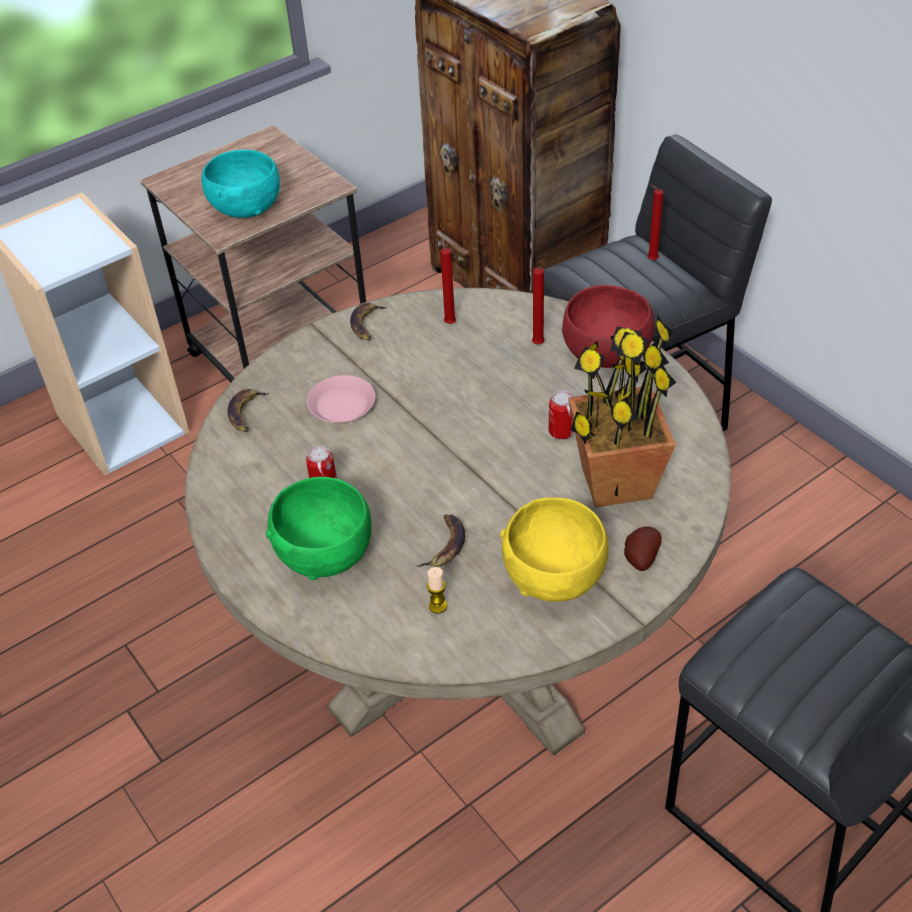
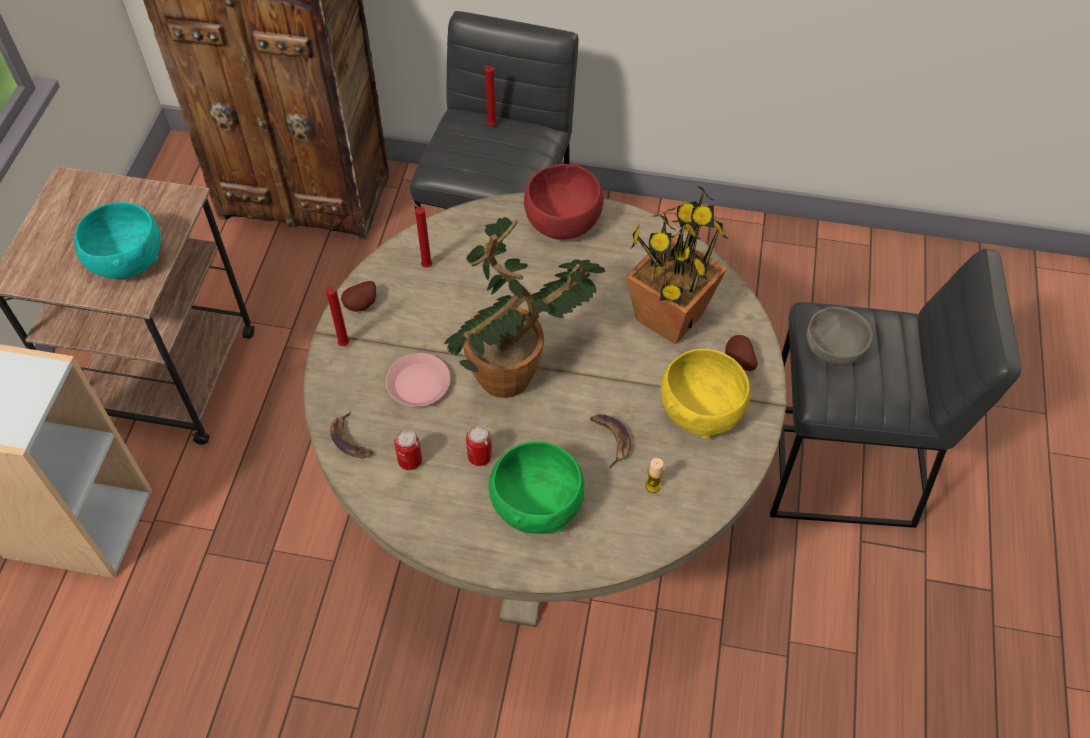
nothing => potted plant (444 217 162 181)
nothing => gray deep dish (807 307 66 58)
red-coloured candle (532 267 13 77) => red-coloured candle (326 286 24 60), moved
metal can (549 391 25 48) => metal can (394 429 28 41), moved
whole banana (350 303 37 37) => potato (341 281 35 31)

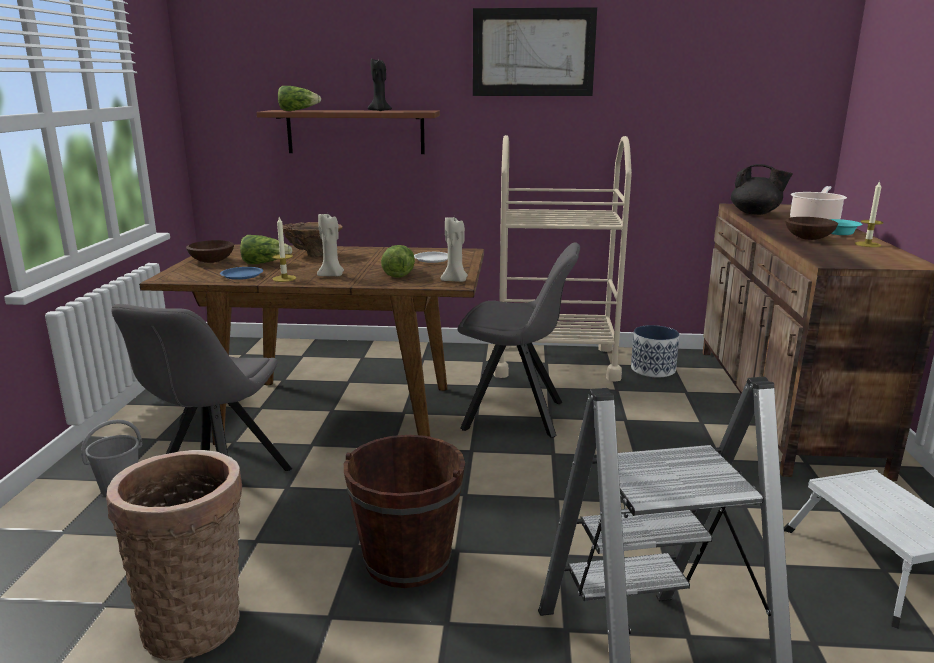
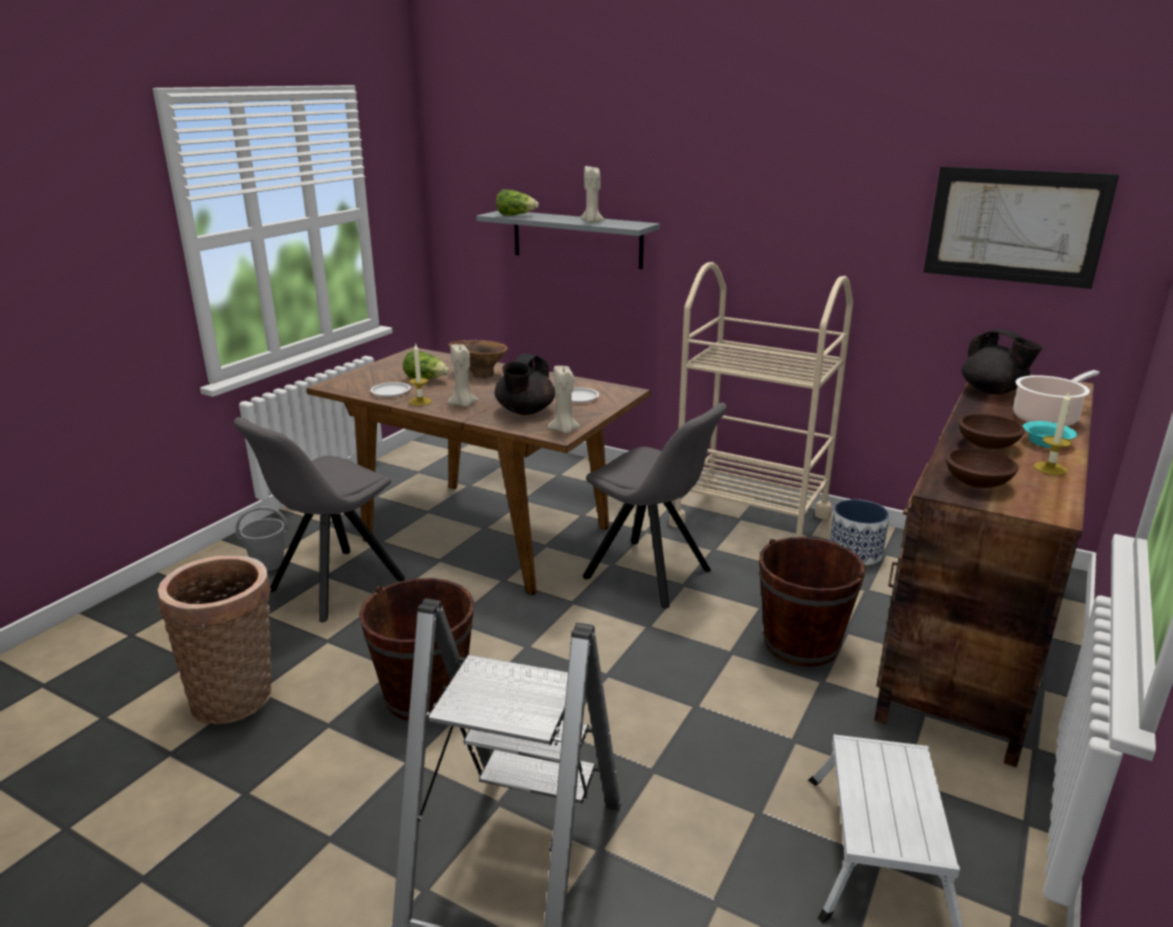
nothing => brown-coloured pail (759 537 106 130)
brown-coloured deep dish (186 240 48 23) => brown-coloured deep dish (946 448 73 40), moved
picture (473 7 124 89) => picture (923 166 196 123), moved
lettuce (381 245 34 33) => blackish pot for tea (494 353 61 62)
blue flat dish (220 267 43 13) => whitish flat dish (370 382 41 15)
brown-coloured wall shelf (257 110 183 44) => gray wall shelf (476 211 184 58)
blackish candle (368 58 24 53) => beige-coloured candle (580 164 25 59)

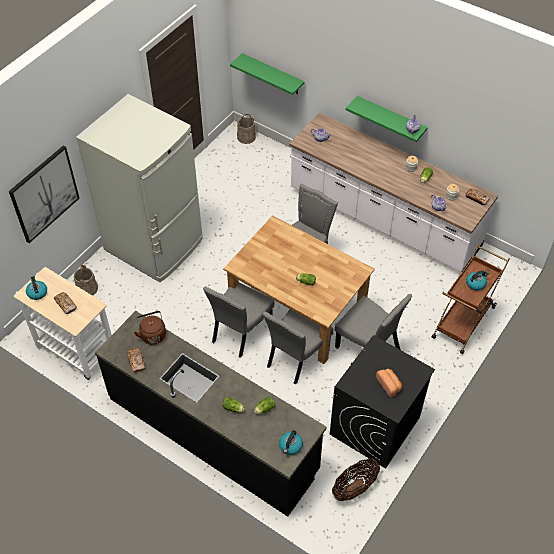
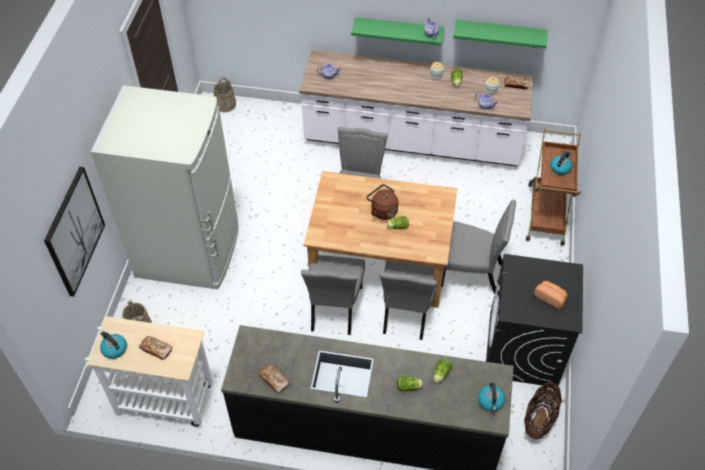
brown-coloured water kettle (134 311 32 34) => brown-coloured water kettle (366 184 32 36), moved
greenish wall shelf (230 53 74 42) => greenish wall shelf (453 20 95 29), moved

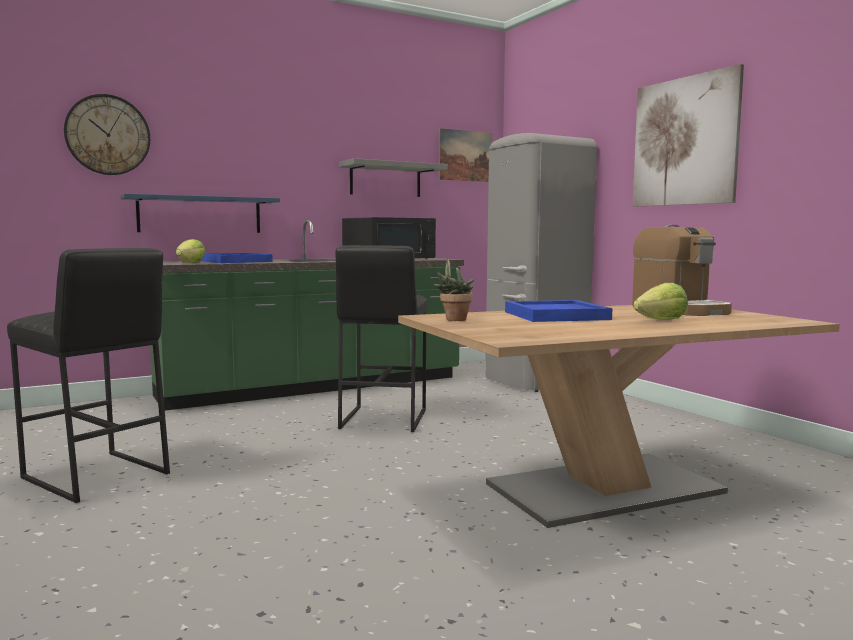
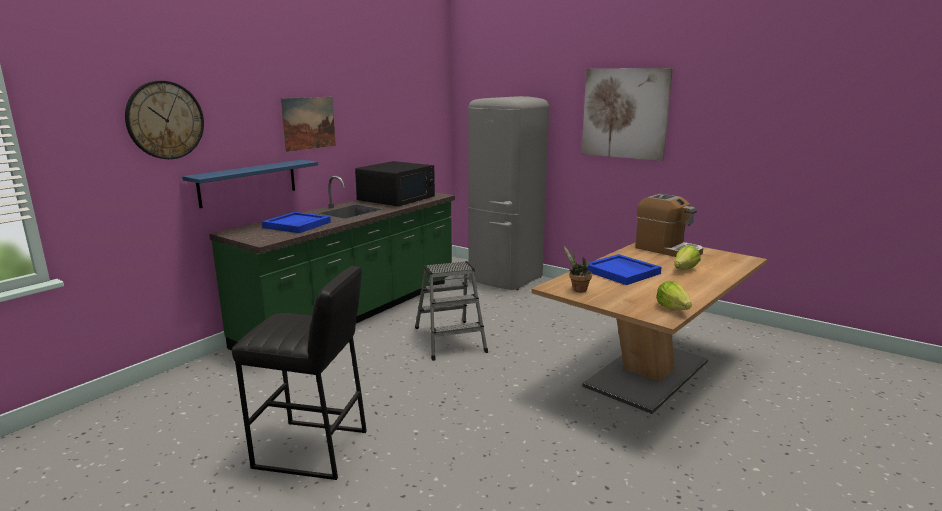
gray wall shelf (339 158 109 39) => nothing
lettuce (176 239 30 24) => lettuce (656 281 36 29), moved
picture (439 128 53 54) => picture (281 97 55 55), moved
blackish stool (335 245 93 187) => gray step ladder (415 261 73 100)

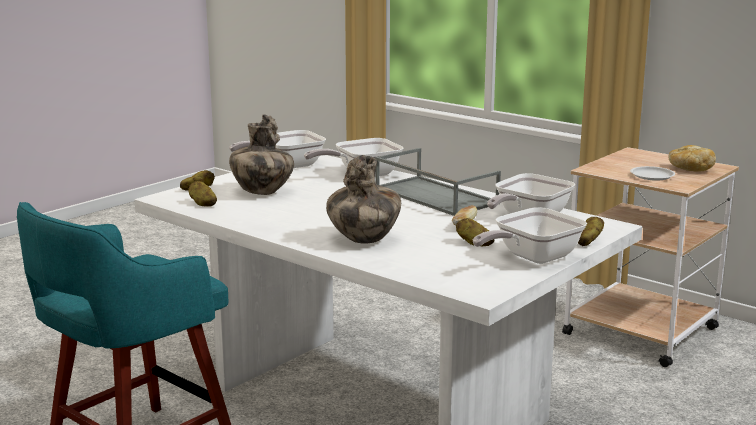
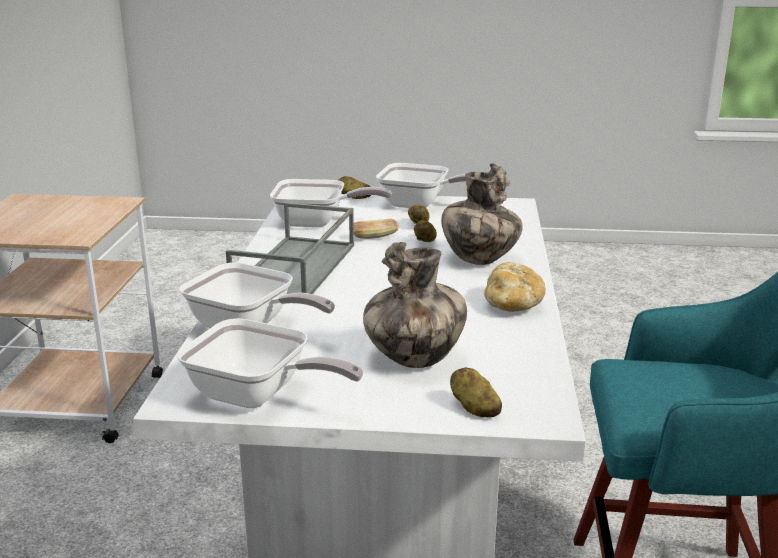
whitish flat dish (630 166 45 14) => nothing
potato (188 181 29 26) => potato (414 220 23 22), moved
bread (668 145 48 27) => bread (484 262 62 50), moved

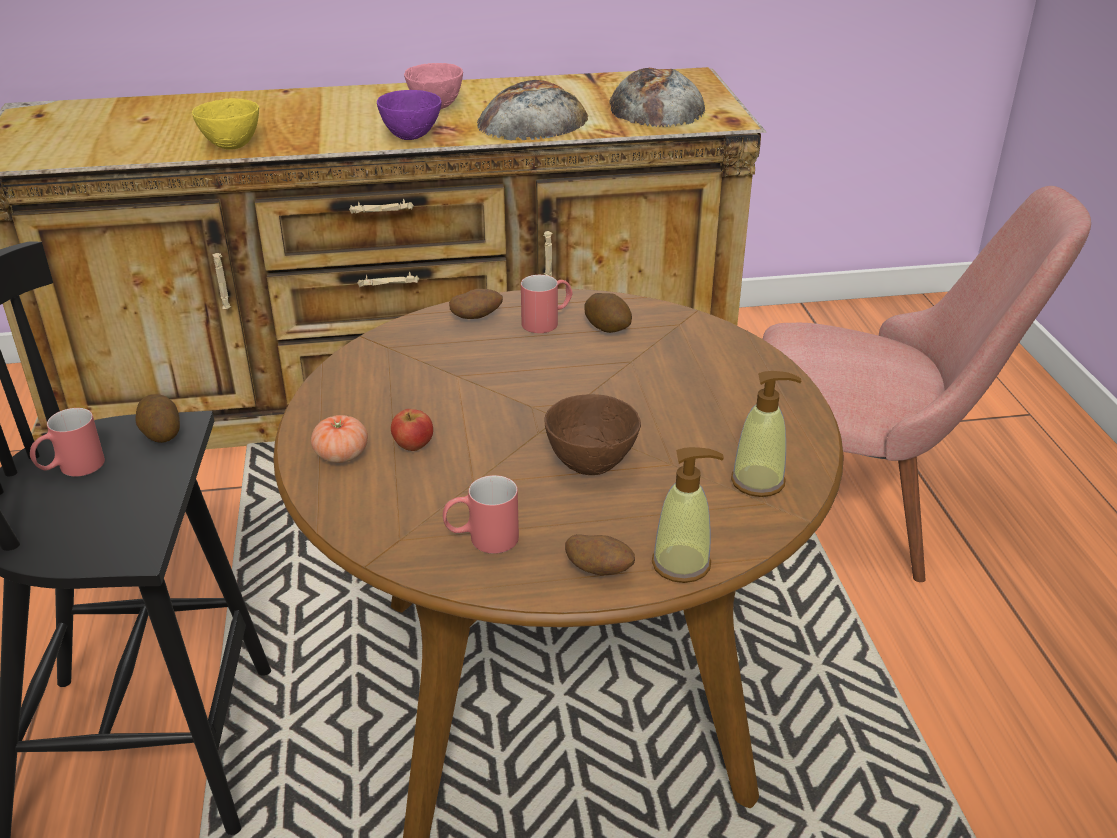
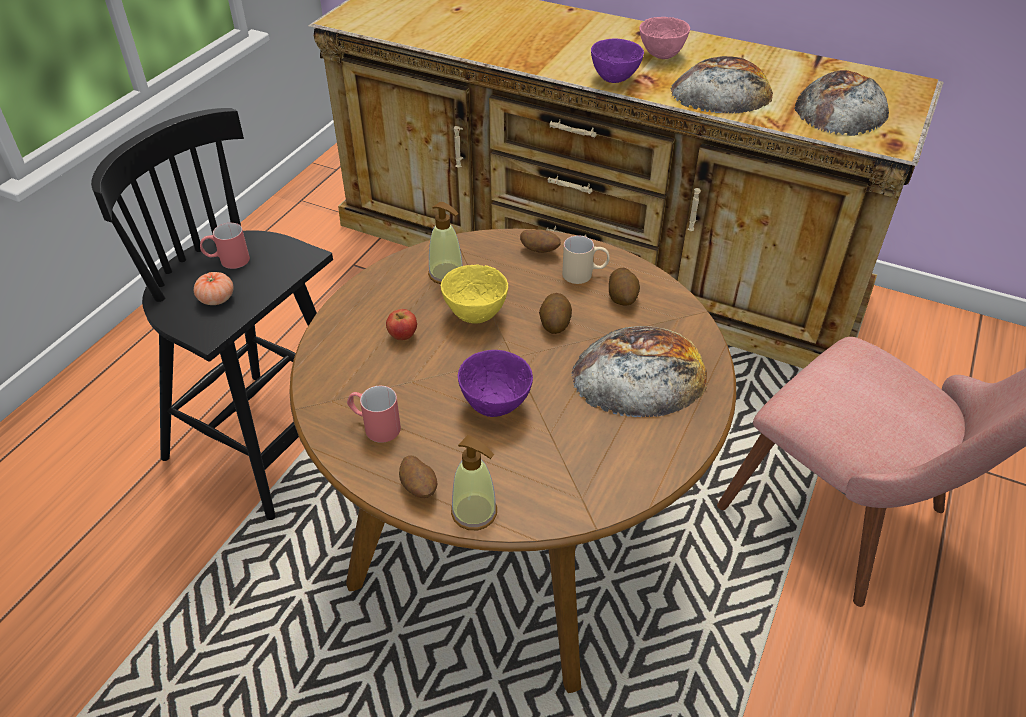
nothing => bread (571 326 136 91)
potato (135 394 45 49) => potato (539 293 33 41), moved
yellow-coloured deep dish (192 98 67 52) => yellow-coloured deep dish (441 264 67 60), moved
tomato (311 415 57 48) => tomato (194 272 39 33), moved
soap dispenser (731 371 71 126) => soap dispenser (428 202 34 82), moved
red-coloured mug (521 275 52 58) => beige-coloured mug (562 235 48 49)
brown-coloured deep dish (545 394 96 81) => purple deep dish (458 350 75 67)

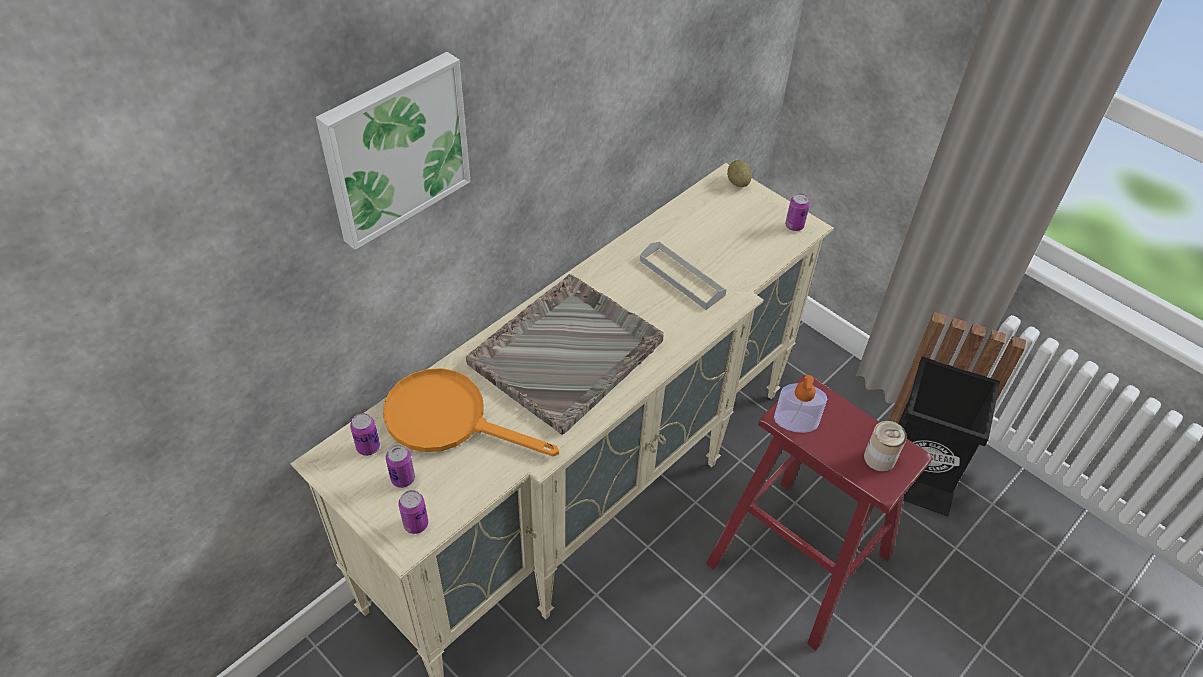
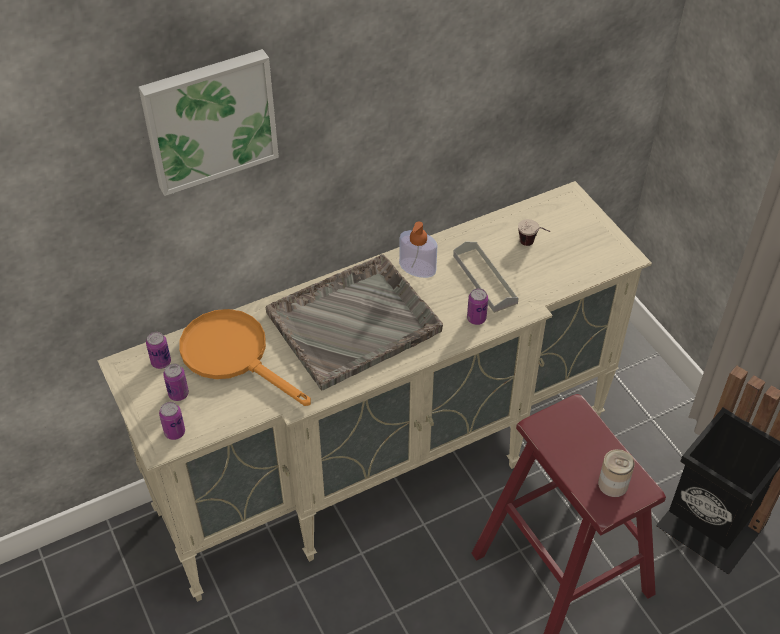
potato (727 160 25 27) => nothing
nothing => drinking cup (518 219 32 27)
soap dispenser (774 375 53 58) => soap dispenser (399 222 38 56), moved
metal can (785 193 25 38) => metal can (467 288 21 37), moved

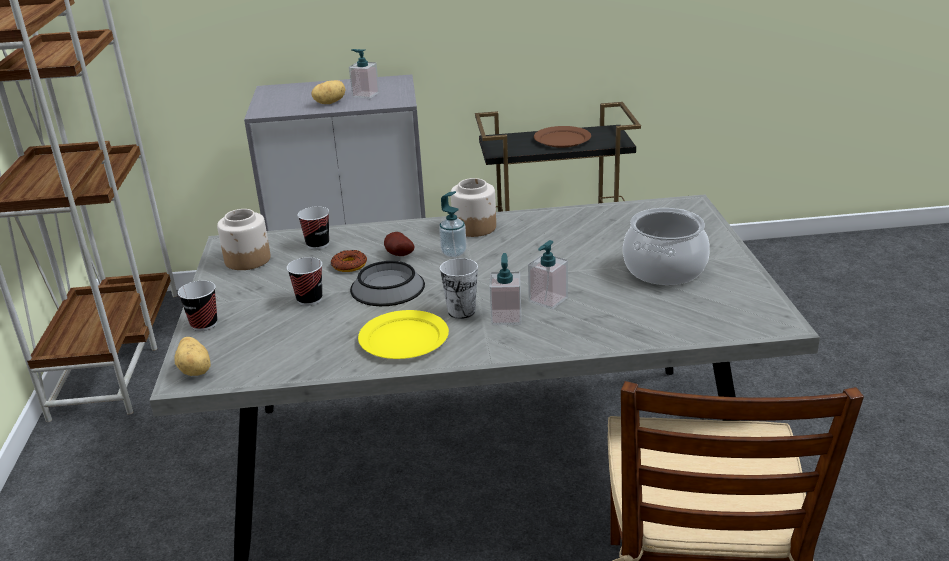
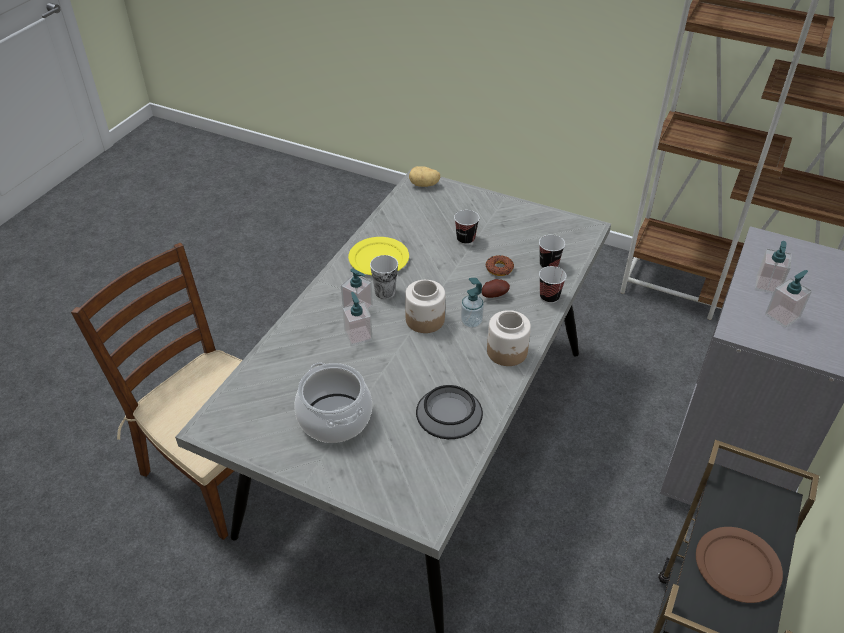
drinking cup (178 281 39 50) => drinking cup (539 266 28 38), moved
preserve jar (217 209 54 61) => preserve jar (405 280 40 53), moved
deep dish (350 261 75 45) => deep dish (416 385 67 54), moved
potato (311 80 35 24) => soap dispenser (755 241 37 53)

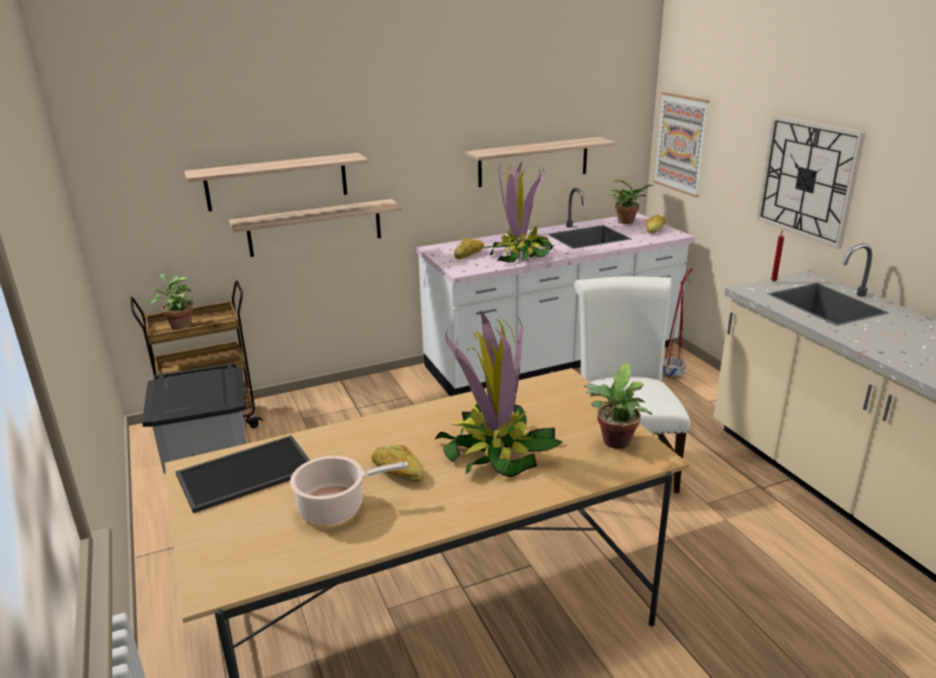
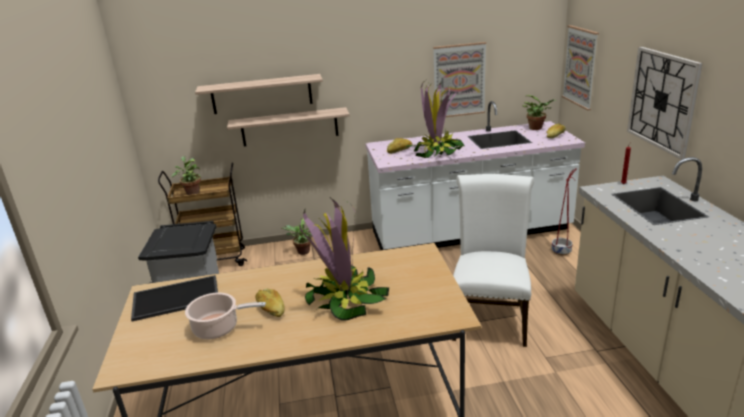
potted plant (584 363 68 86) => potted plant (281 218 31 37), moved
wall shelf (465 137 150 50) => picture (433 42 53 75)

